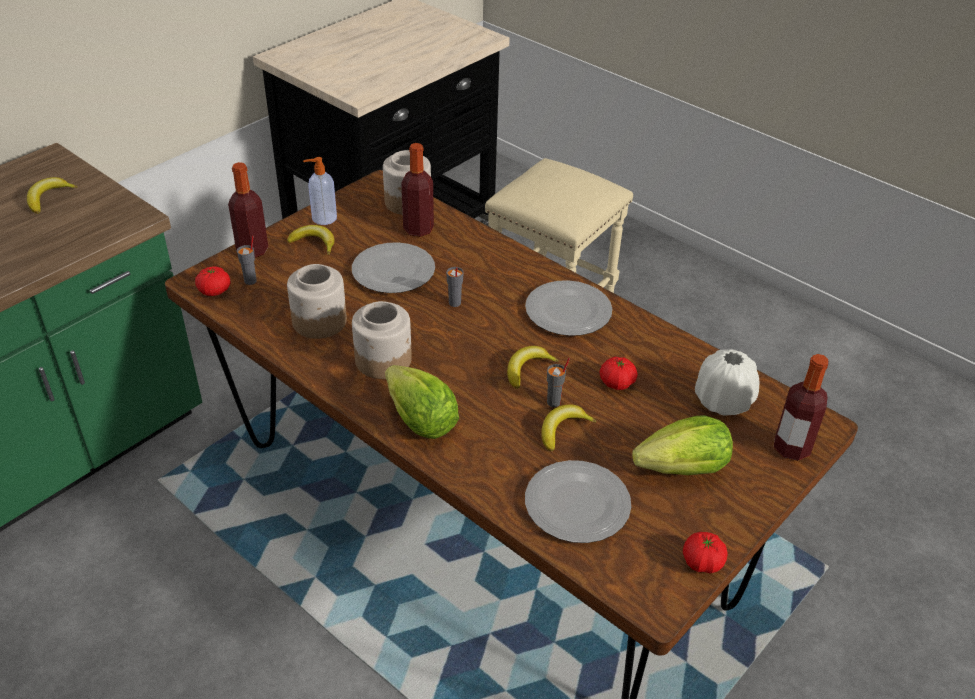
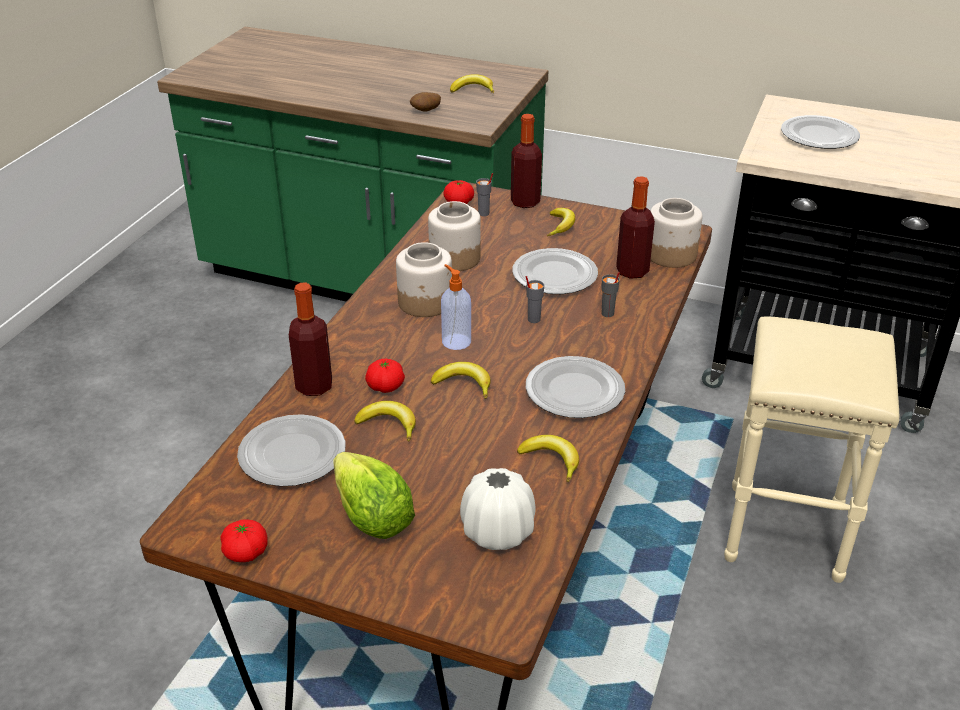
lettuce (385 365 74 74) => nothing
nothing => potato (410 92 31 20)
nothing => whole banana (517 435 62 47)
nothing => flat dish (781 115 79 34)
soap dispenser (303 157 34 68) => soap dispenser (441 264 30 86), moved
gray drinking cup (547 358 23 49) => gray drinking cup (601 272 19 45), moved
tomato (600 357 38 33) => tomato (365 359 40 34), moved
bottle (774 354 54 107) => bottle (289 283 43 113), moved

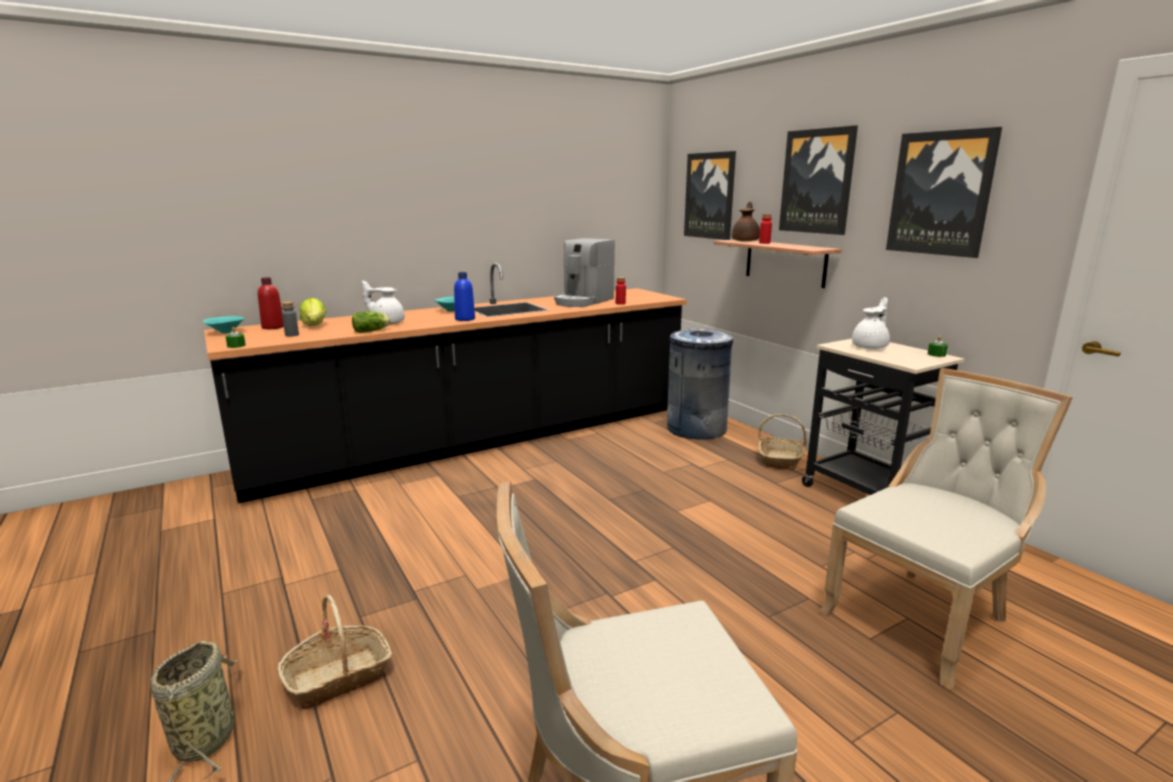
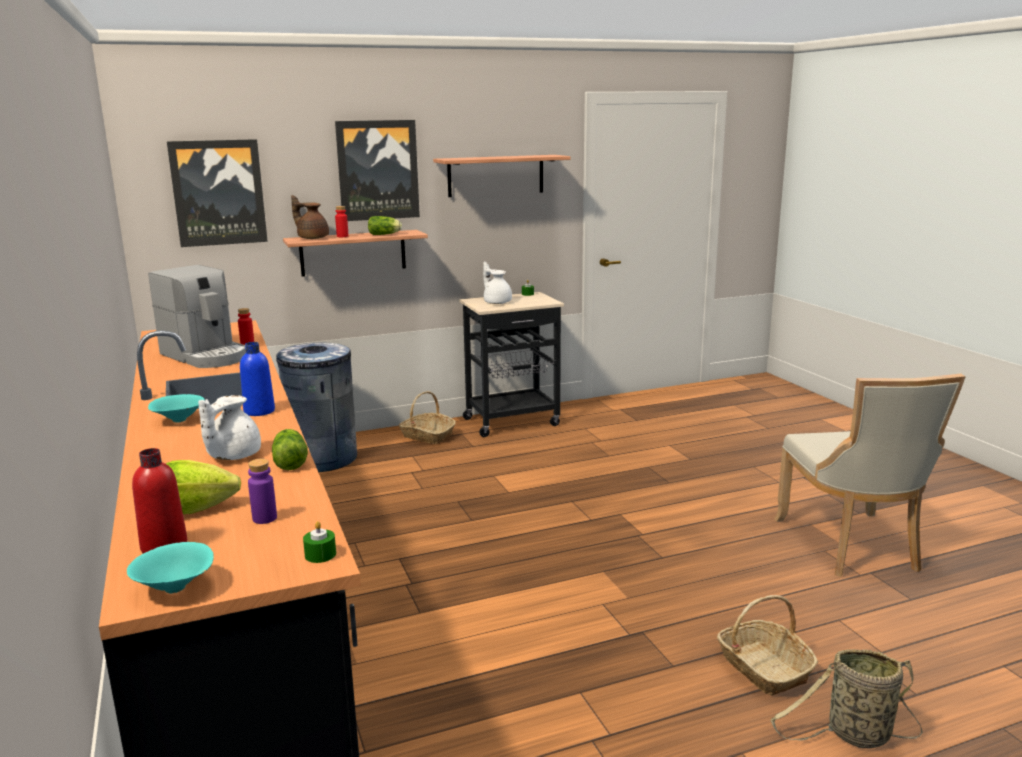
beige-coloured upright chair (820 368 253 322) => nothing
nothing => lettuce (368 216 34 19)
picture (886 127 116 131) => wall shelf (433 155 138 42)
gray bottle (282 302 17 35) => purple bottle (248 459 29 65)

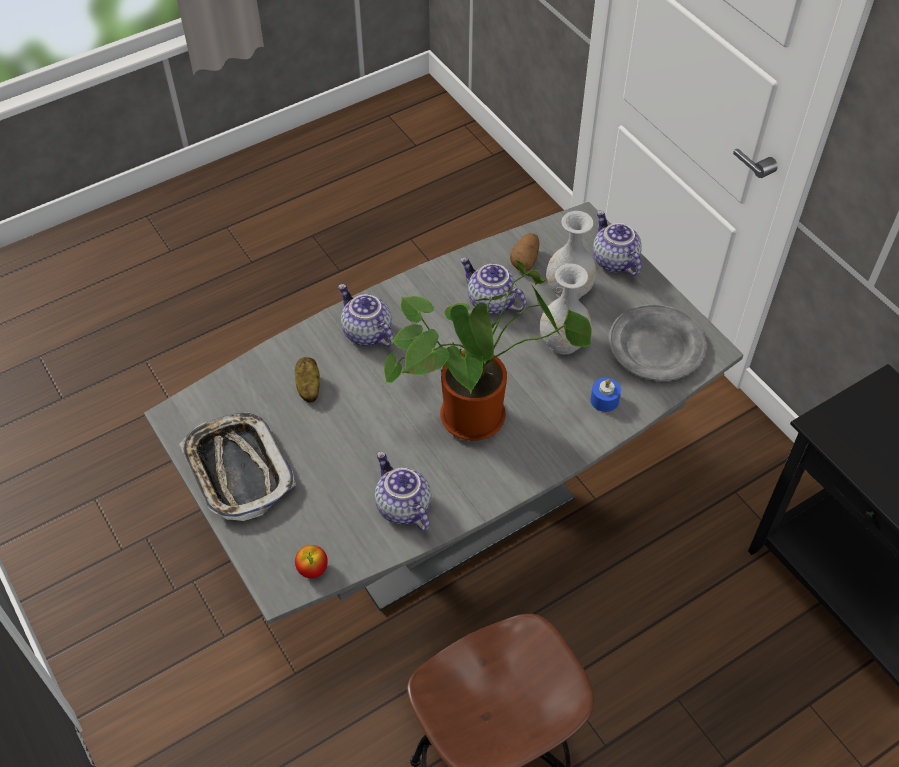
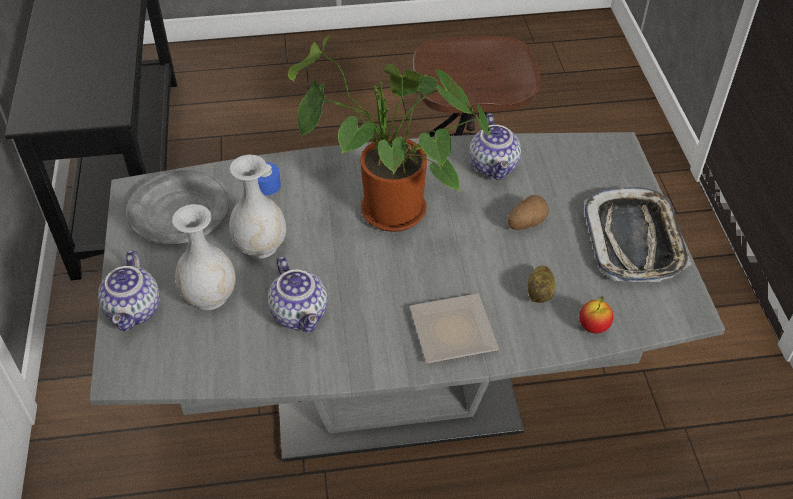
apple (295 545 33 33) => apple (579 296 34 37), moved
potato (510 233 29 39) => potato (508 195 41 35), moved
pot for tea (338 284 56 63) => flat dish (410 293 89 70)

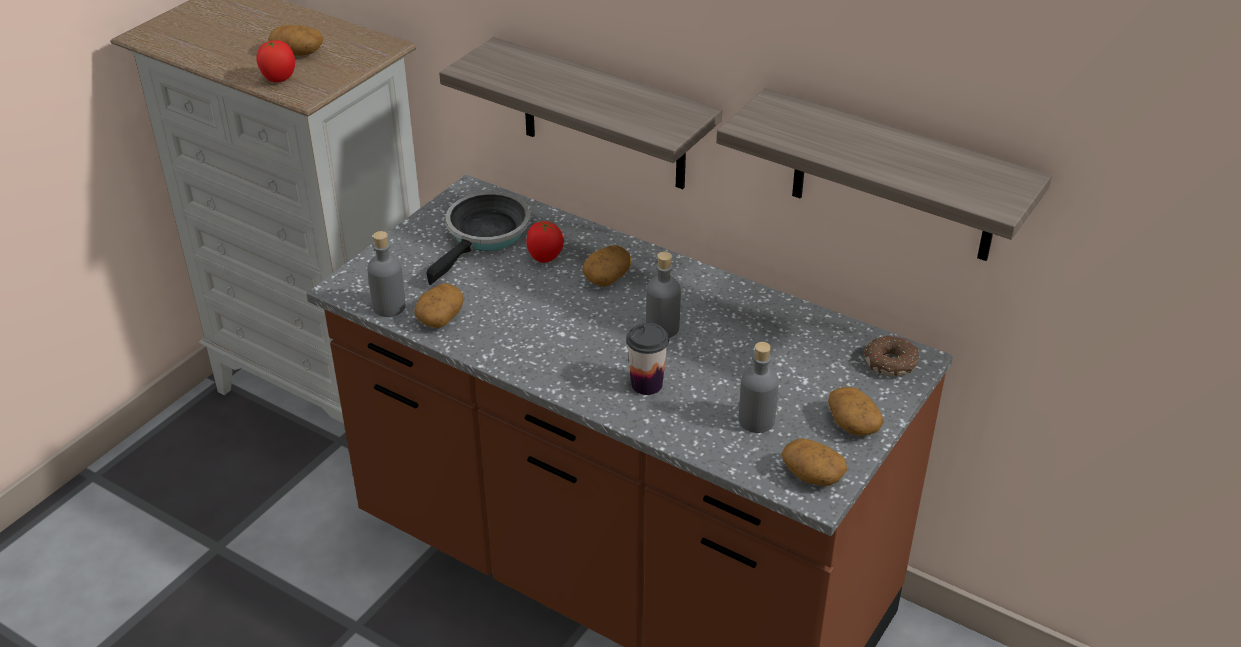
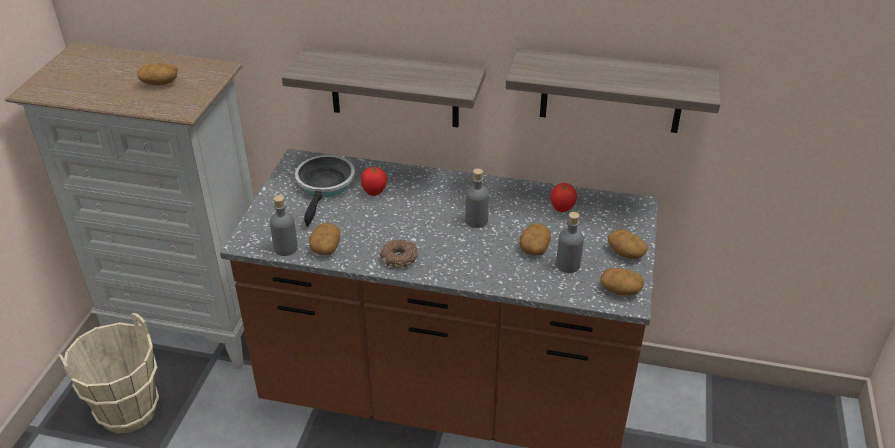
drinking cup (626 323 43 72) => nothing
nothing => beige-coloured pail (58 313 101 121)
tomato (257 40 38 42) => tomato (551 183 26 29), moved
potato (582 245 50 42) => potato (520 223 31 33), moved
donut (864 336 55 40) => donut (380 240 38 28), moved

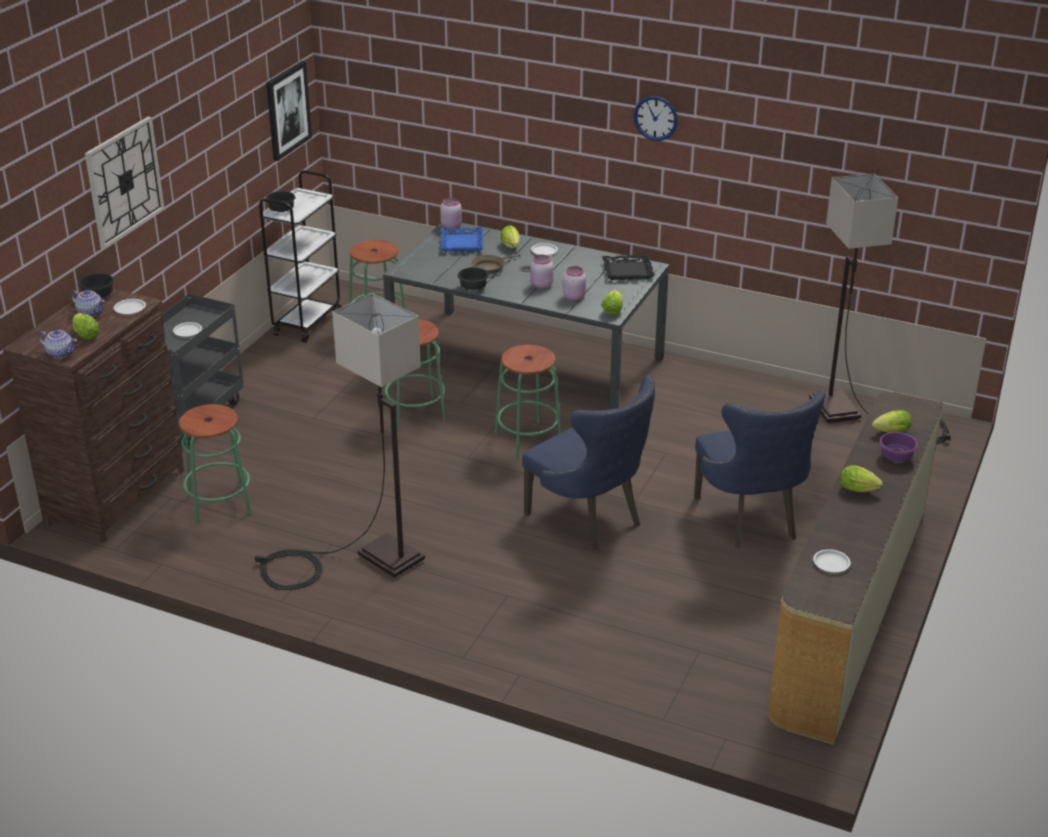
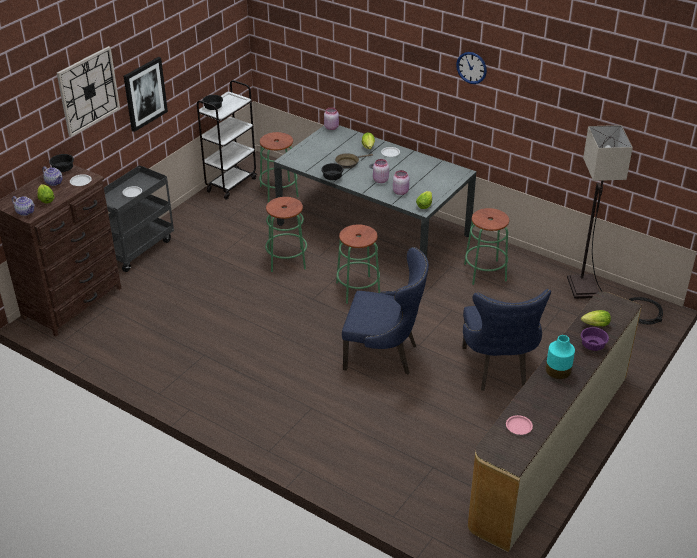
standard lamp (255 293 170 297) => nothing
blue tray (440 227 44 25) => nothing
blackish tray (602 255 53 25) => nothing
greenish stool (179 404 72 121) => greenish stool (464 208 45 77), moved
picture (266 61 46 100) => picture (124 57 44 75), moved
lettuce (840 465 43 27) => blue-green vase (546 335 29 44)
whitish flat dish (813 549 38 23) => pink flat dish (506 415 27 20)
blue upright chair (522 375 133 175) => blue upright chair (342 247 87 128), 45 degrees counterclockwise

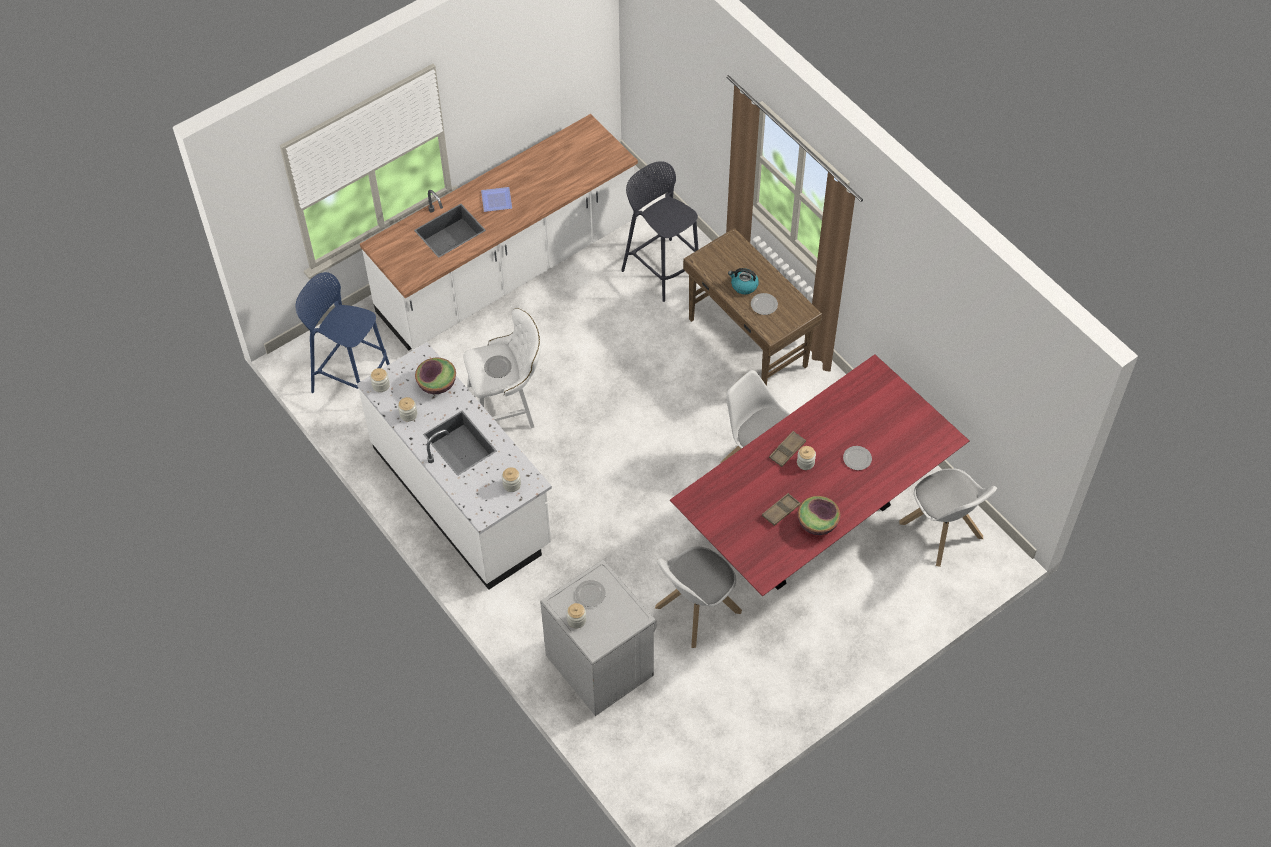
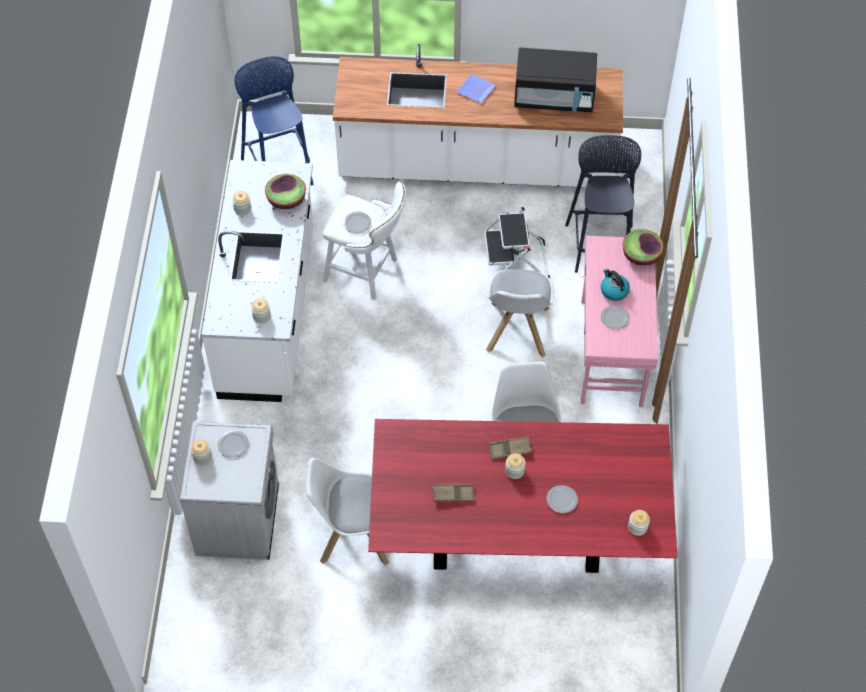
nothing => step ladder (485 207 65 71)
nothing => blackish microwave oven (514 48 83 64)
preserve jar (370 368 20 24) => preserve jar (628 510 22 26), moved
deep dish (798 496 42 39) => deep dish (623 229 41 37), moved
upright chair (899 468 98 99) => upright chair (486 269 67 88), moved
brown-coloured console table (683 228 139 158) => pink console table (581 236 77 171)

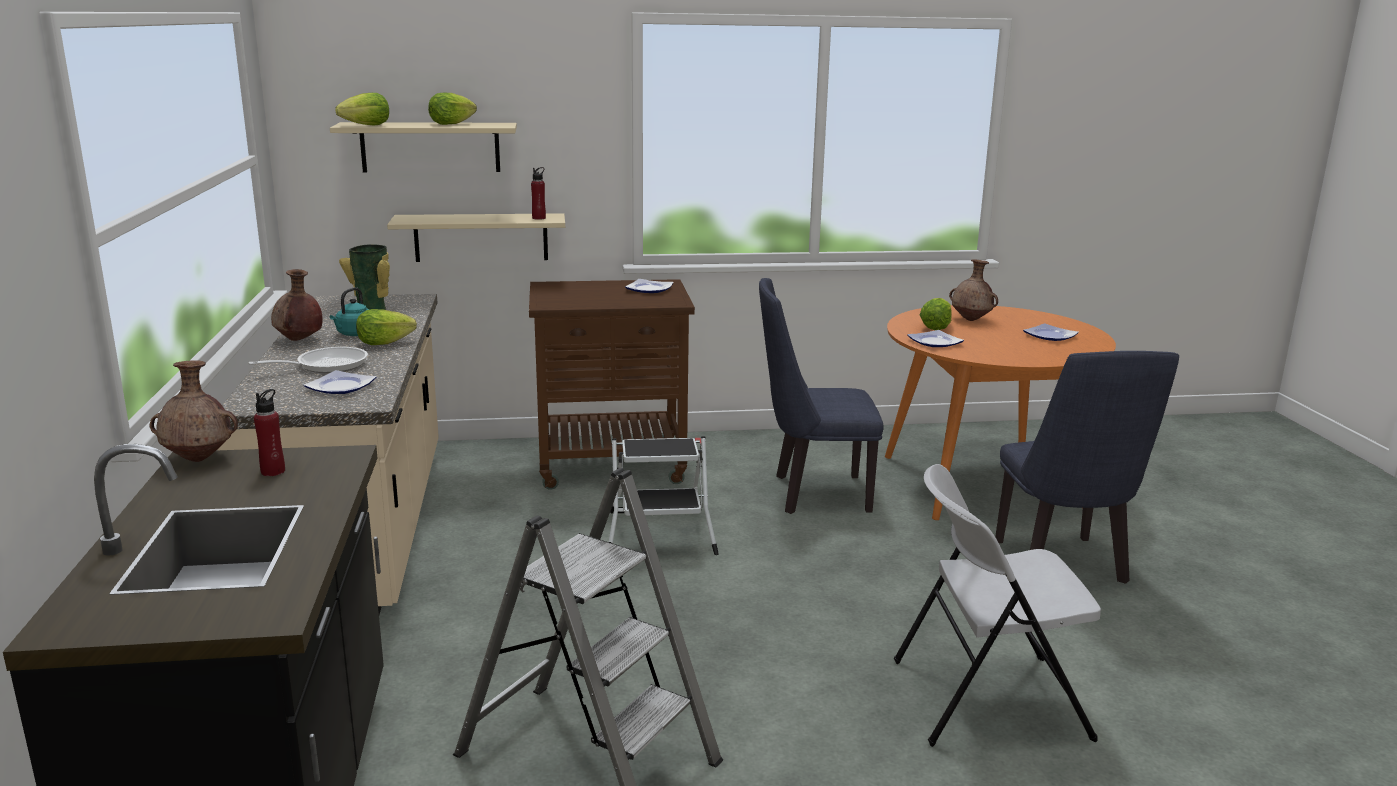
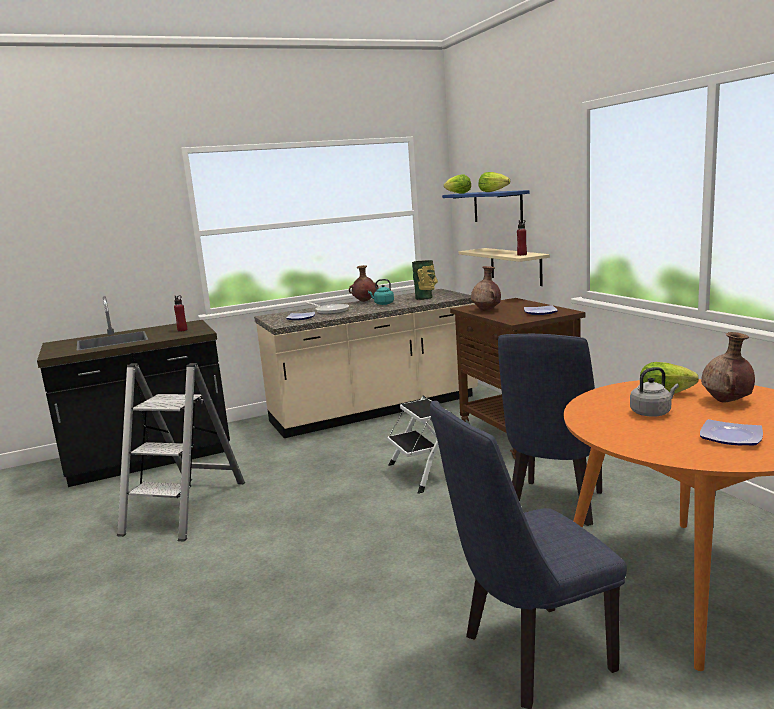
lettuce (356 309 61 36) => nothing
whitish upright chair (894 464 207 283) => nothing
flat dish (907 330 57 17) => nothing
nothing => gray water kettle (630 367 49 50)
brown-coloured vase (149 360 89 102) => brown-coloured vase (471 266 30 45), moved
beige-coloured wall shelf (330 122 187 50) => blue wall shelf (442 190 88 33)
blue upright chair (759 278 125 236) => blue upright chair (498 334 104 192), 135 degrees counterclockwise

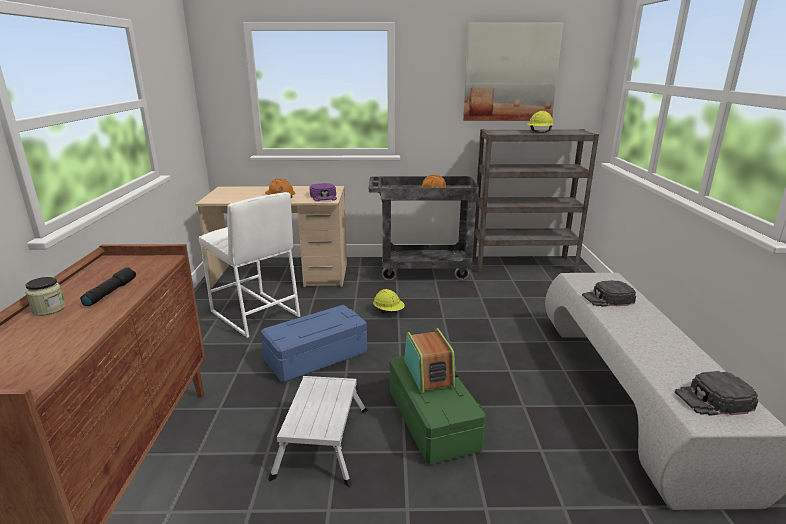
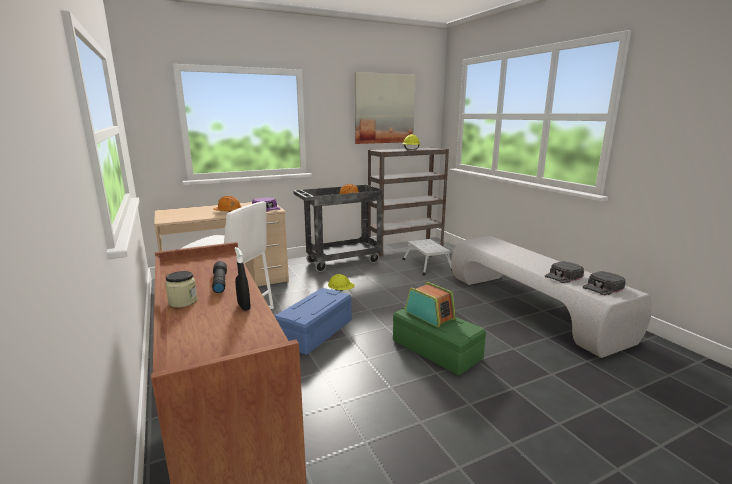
nothing => blackish spray bottle (235 247 16 64)
whitish step ladder (268 376 100 111) => whitish step ladder (402 239 50 36), moved
blackish cap (582 280 54 27) => blackish cap (545 261 39 22), moved

